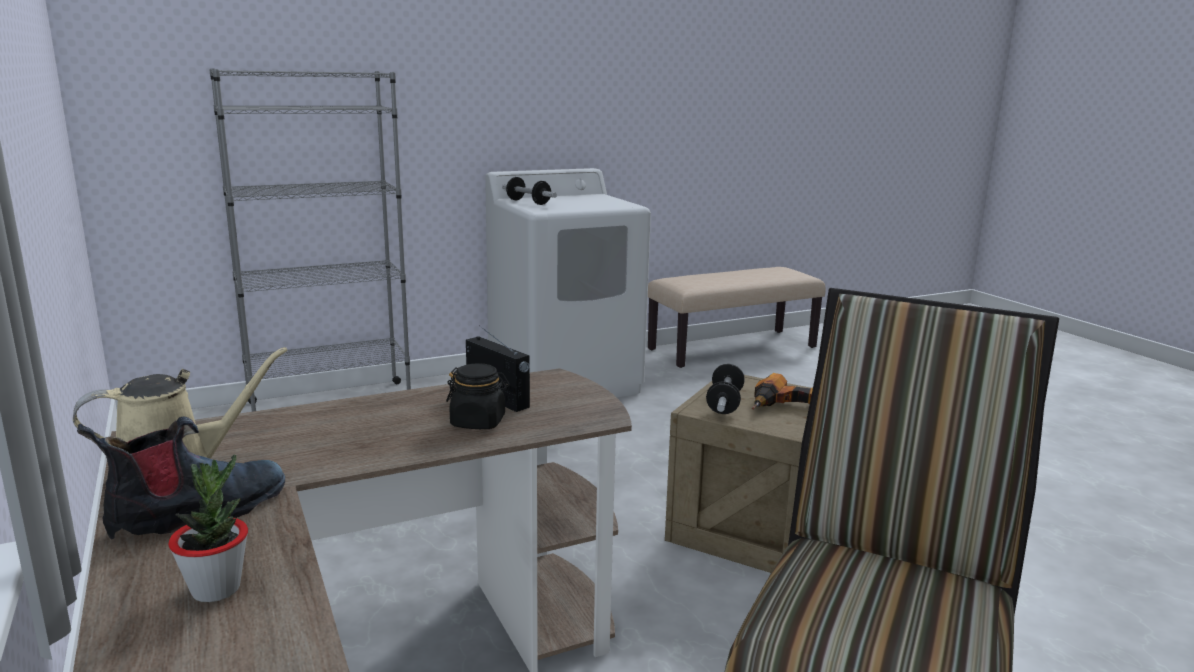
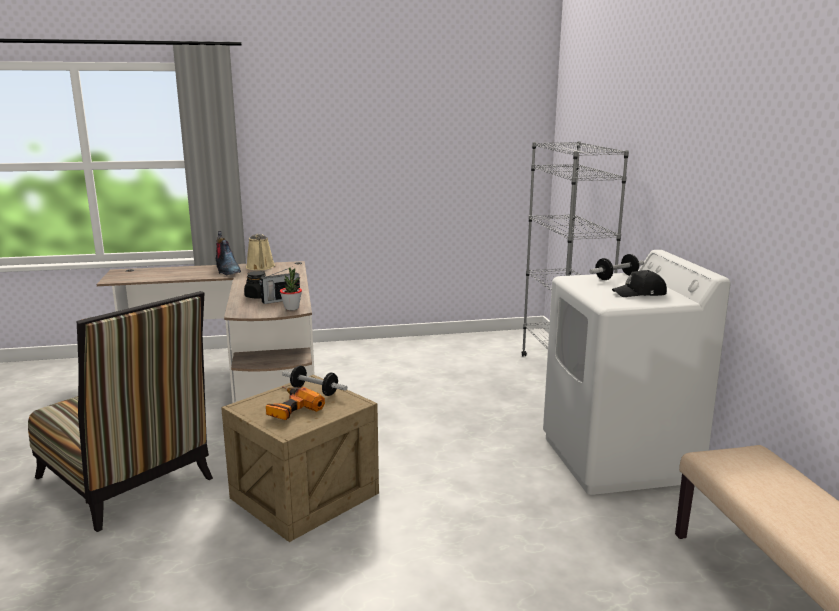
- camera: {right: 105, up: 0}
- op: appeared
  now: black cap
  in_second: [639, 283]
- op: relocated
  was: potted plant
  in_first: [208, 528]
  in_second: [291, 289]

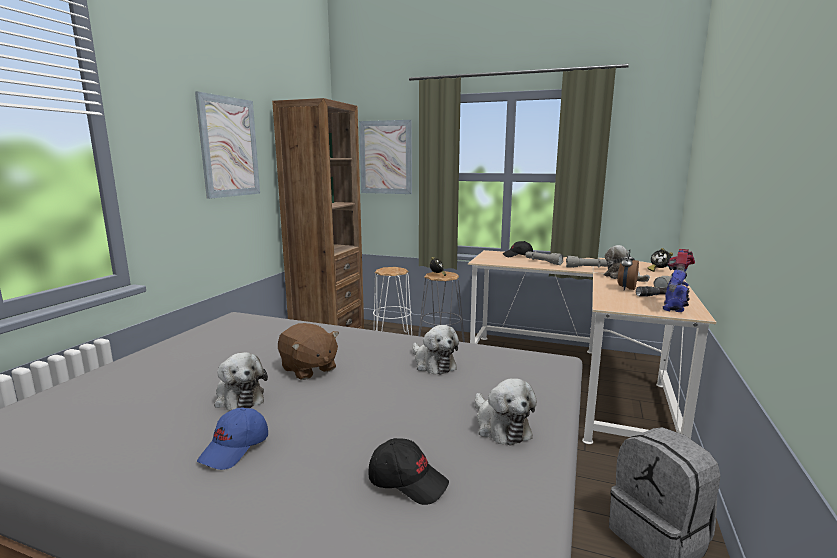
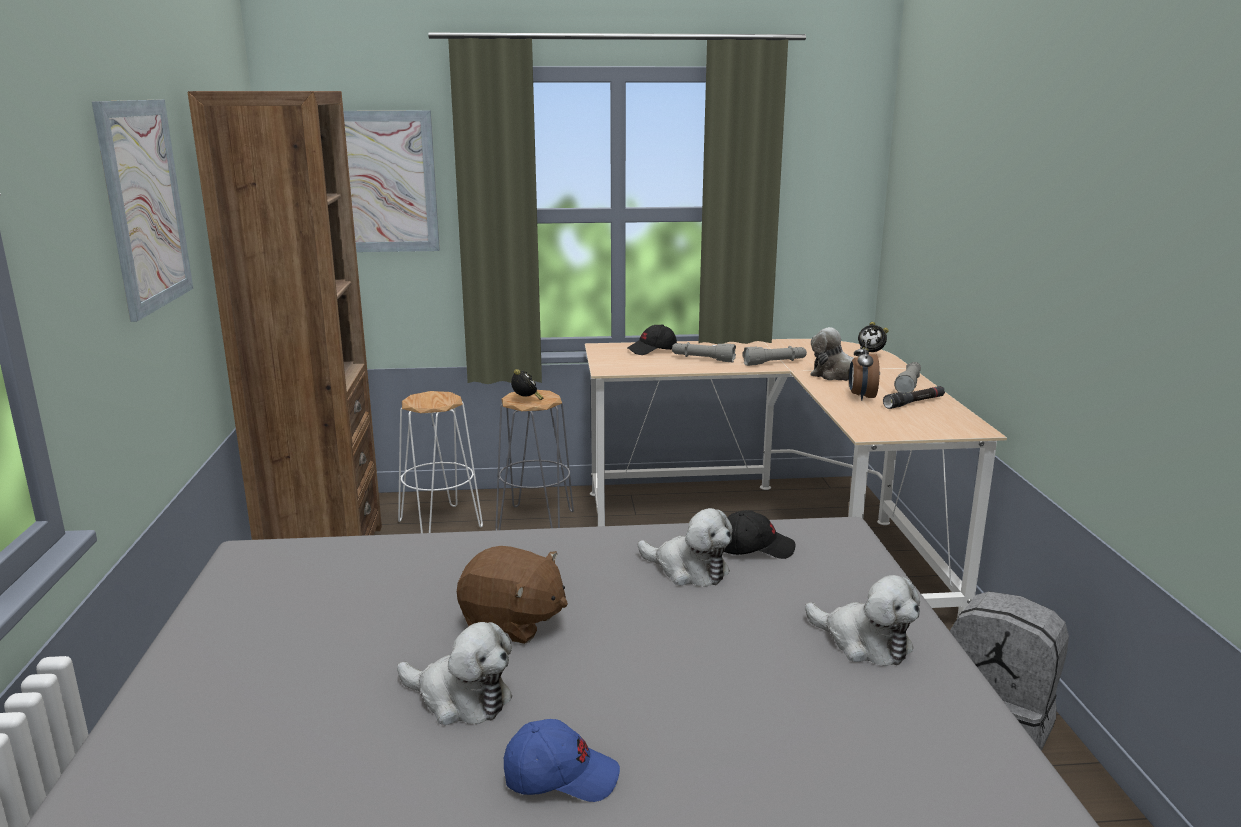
- camera: {right: -25, up: 5}
- op: missing
  was: toy robot
  in_first: [679, 280]
- op: relocated
  was: black cap
  in_first: [408, 471]
  in_second: [759, 534]
- op: spun
  was: blue cap
  in_first: [232, 438]
  in_second: [562, 760]
  clockwise: -90

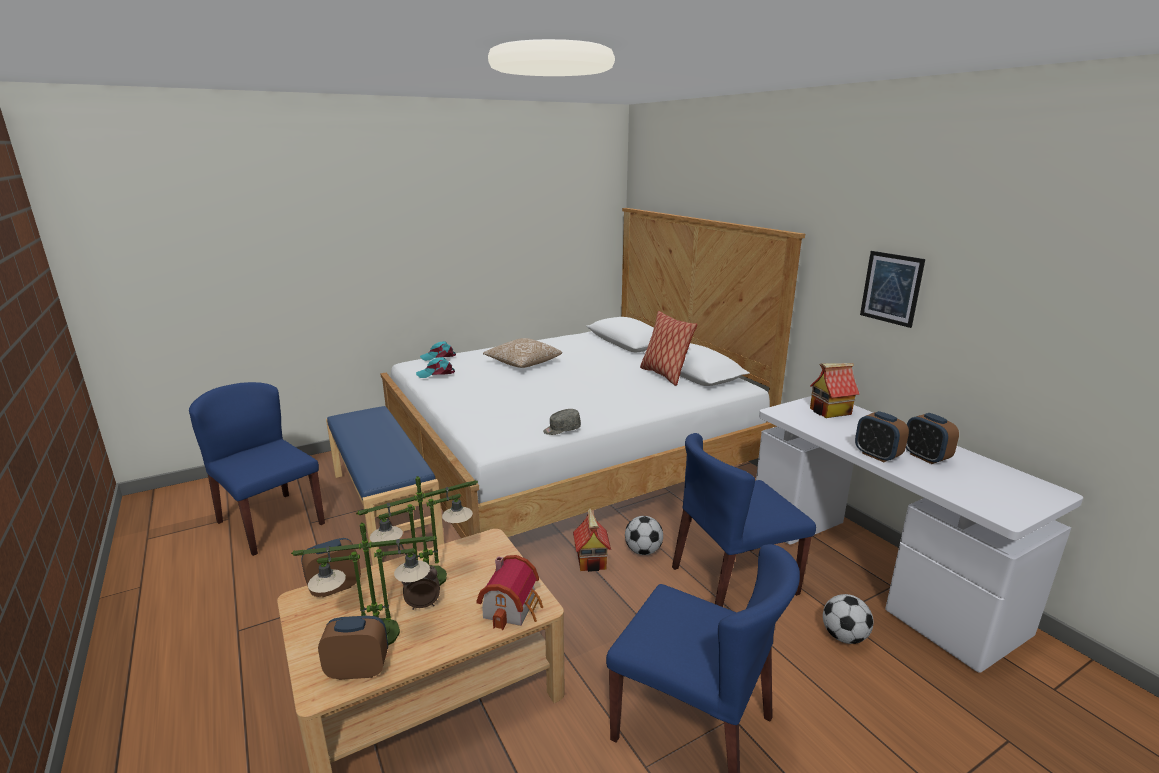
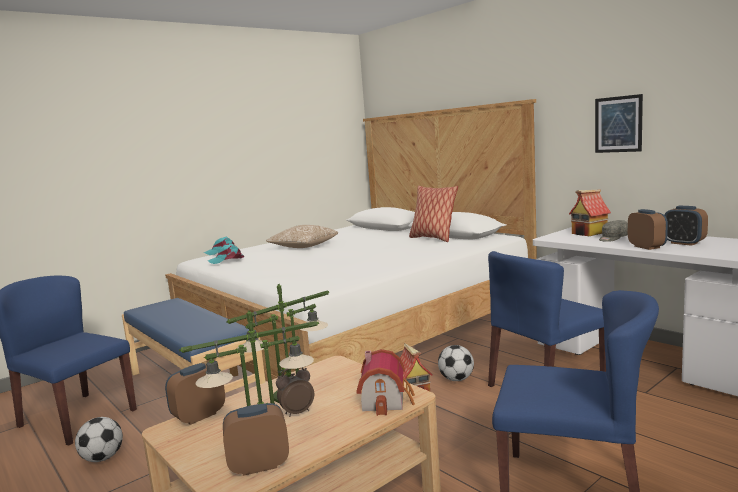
- camera: {right: -10, up: -10}
- op: relocated
  was: grey cap
  in_first: [562, 422]
  in_second: [613, 231]
- op: relocated
  was: football
  in_first: [848, 619]
  in_second: [99, 439]
- op: spun
  was: alarm clock
  in_first: [882, 436]
  in_second: [648, 229]
  clockwise: -150

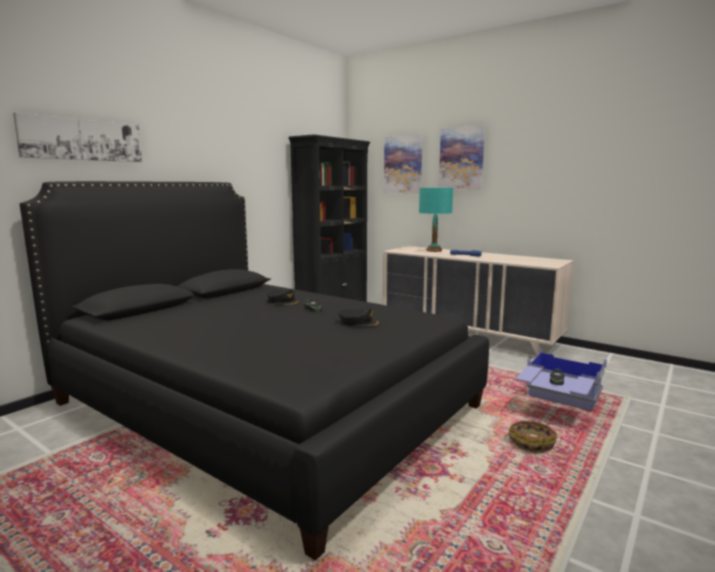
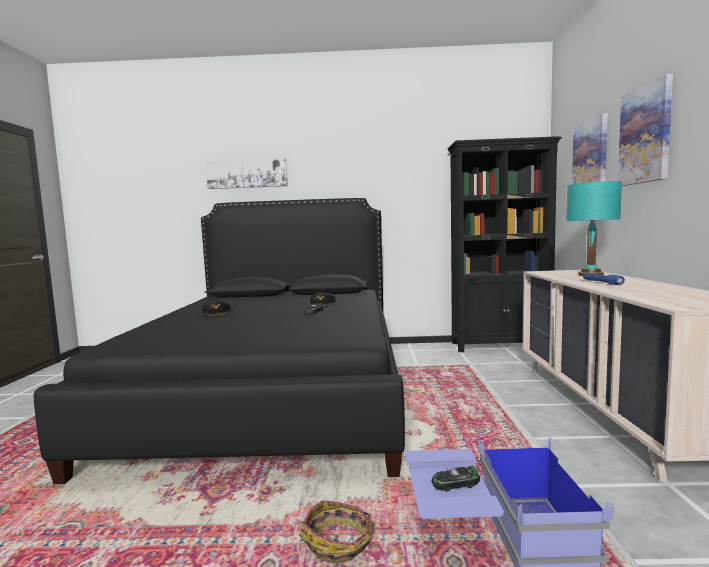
- camera: {right: 55, up: -5}
- op: relocated
  was: black cap
  in_first: [359, 317]
  in_second: [216, 308]

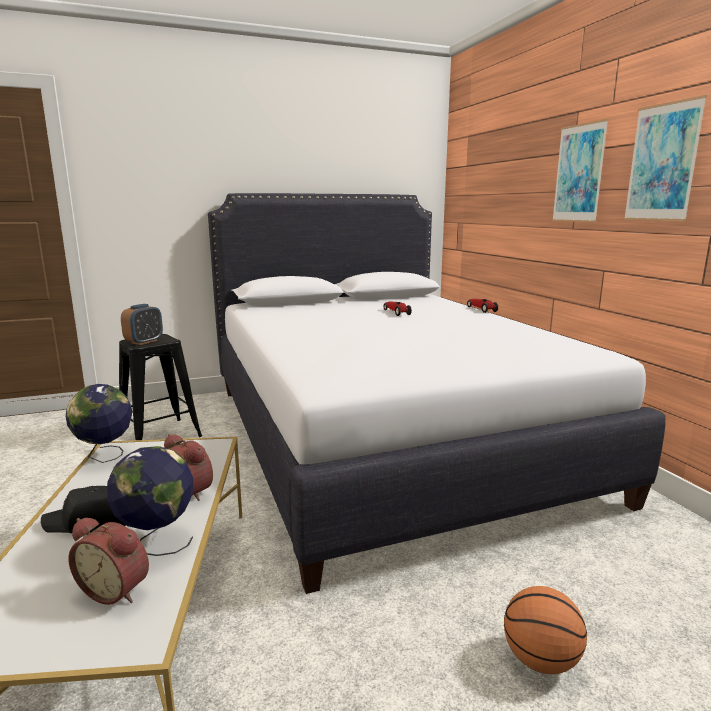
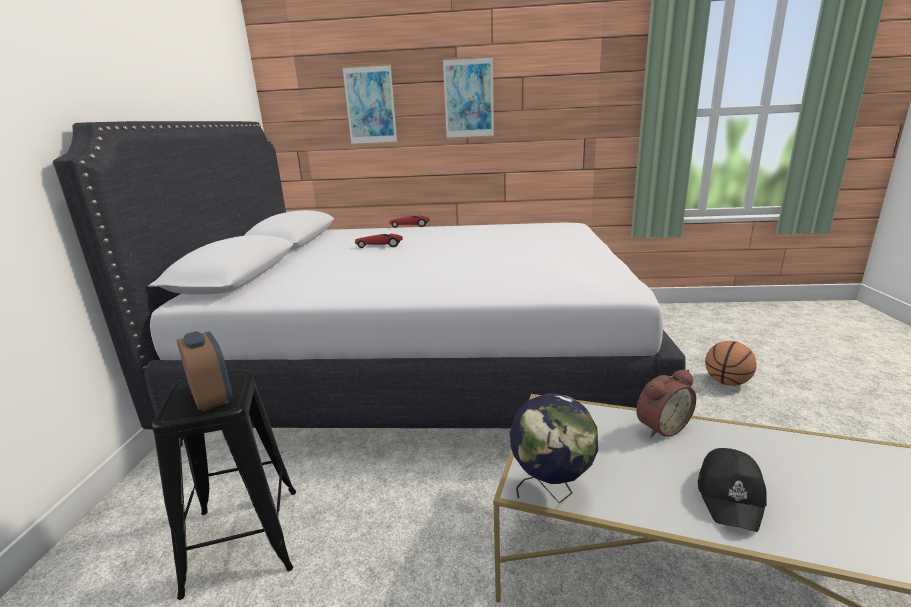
- camera: {right: -65, up: 5}
- op: missing
  was: alarm clock
  in_first: [109, 561]
- op: missing
  was: globe
  in_first: [150, 501]
- op: relocated
  was: picture
  in_first: [665, 158]
  in_second: [369, 104]

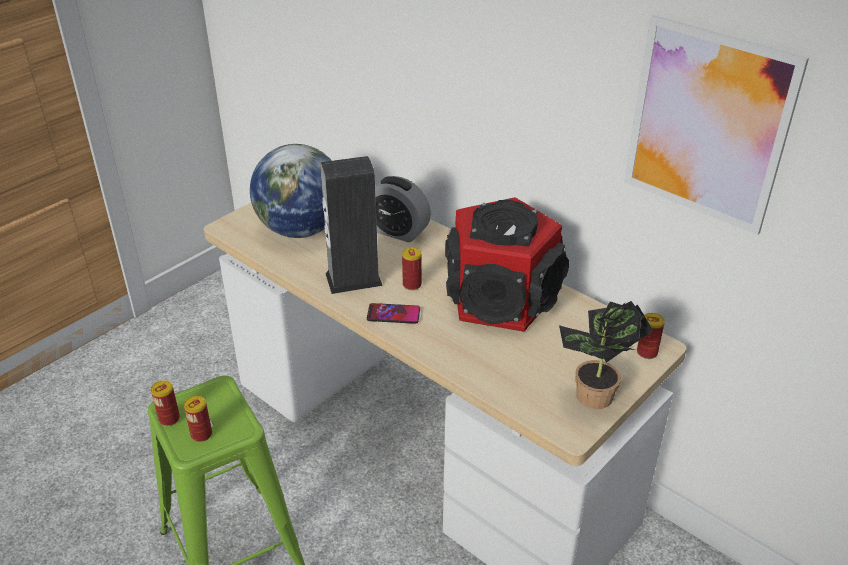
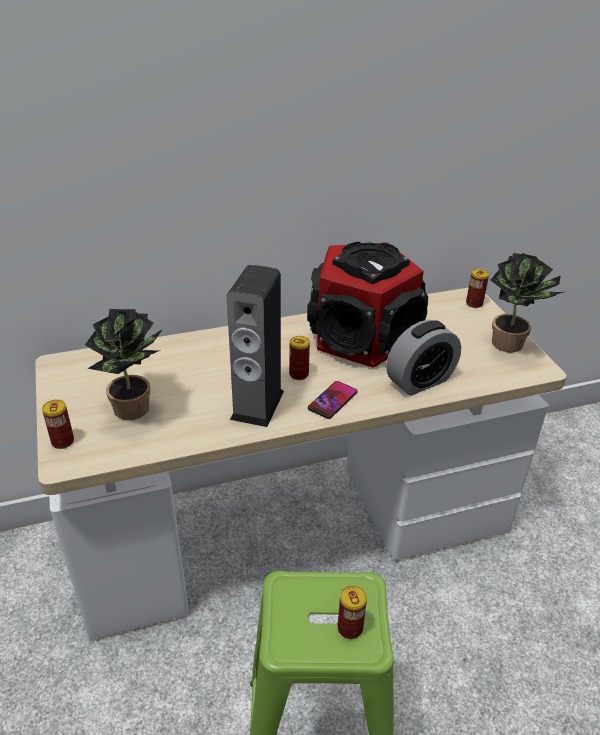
- camera: {right: -60, up: 0}
- op: missing
  was: picture
  in_first: [716, 125]
- op: relocated
  was: can
  in_first: [165, 403]
  in_second: [58, 424]
- op: relocated
  was: alarm clock
  in_first: [403, 209]
  in_second: [423, 358]
- op: exchanged
  was: globe
  now: potted plant
  in_first: [291, 191]
  in_second: [124, 364]

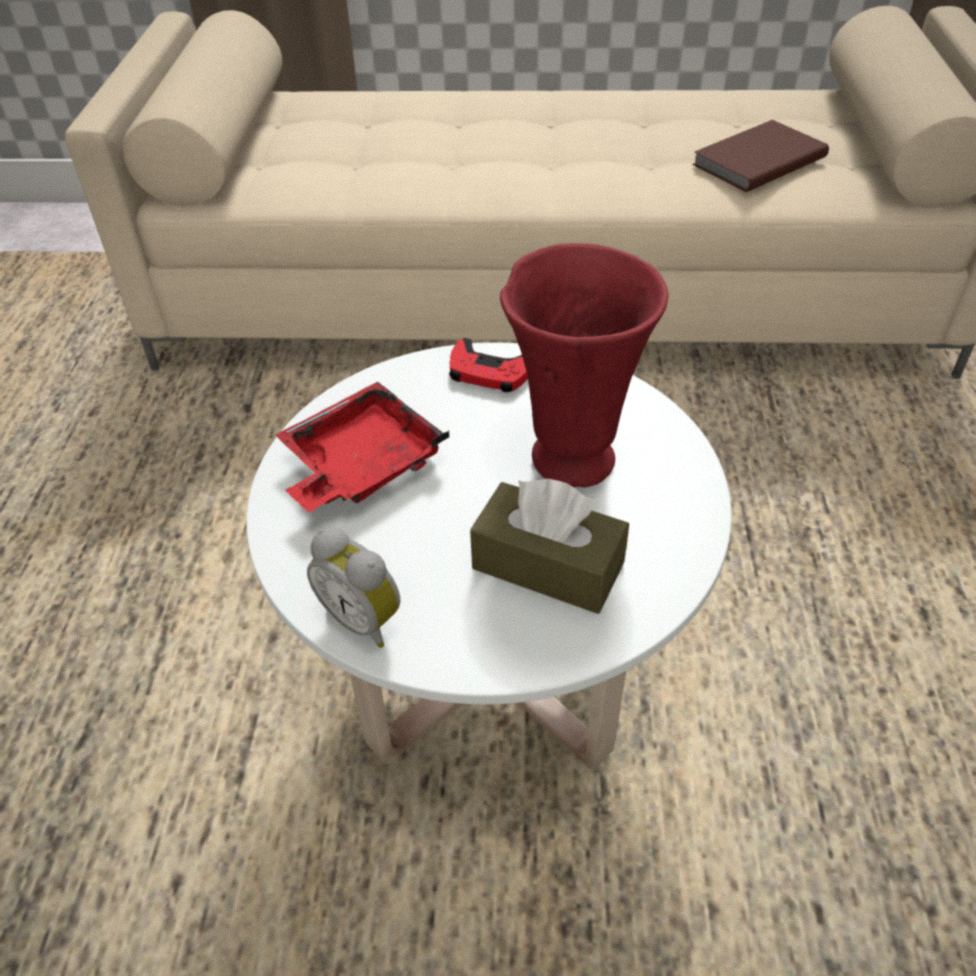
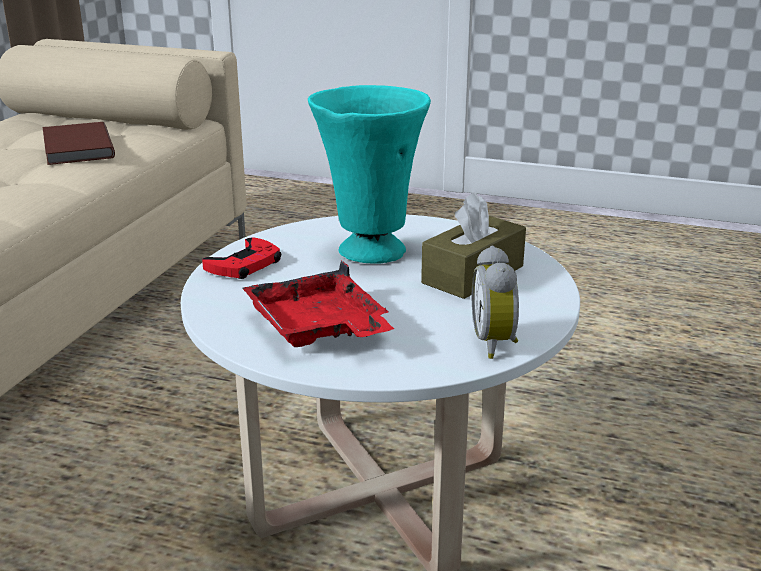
- camera: {right: -75, up: -20}
- op: colour
  was: red vase
  now: turquoise vase
  in_first: [584, 365]
  in_second: [369, 174]
- op: spun
  was: alarm clock
  in_first: [353, 588]
  in_second: [495, 302]
  clockwise: 120

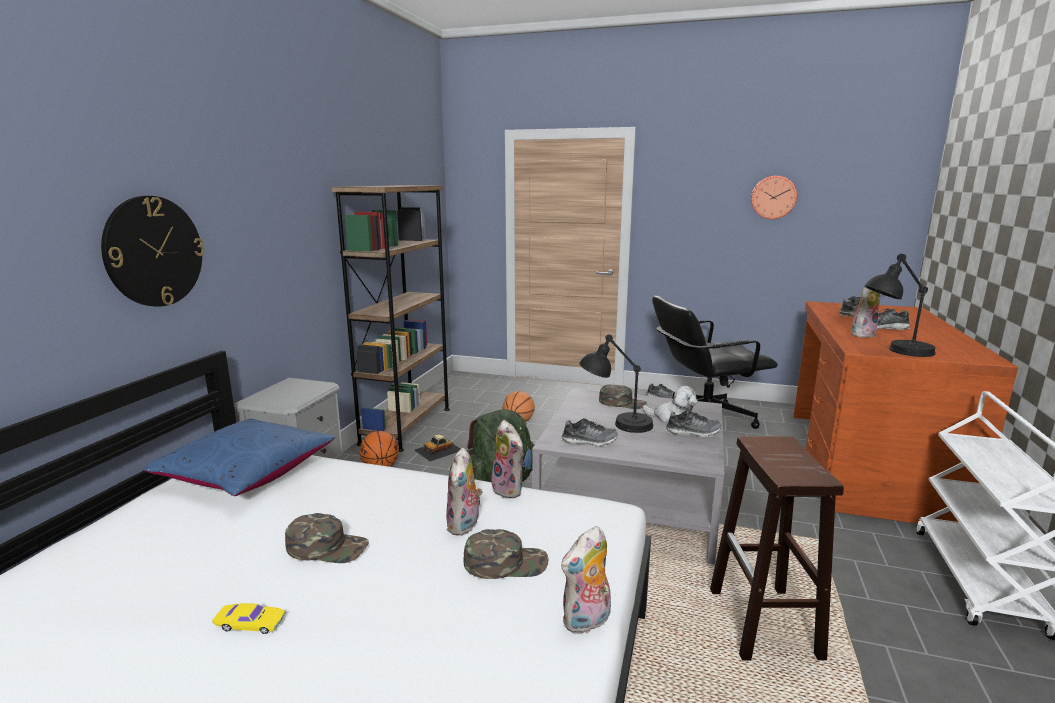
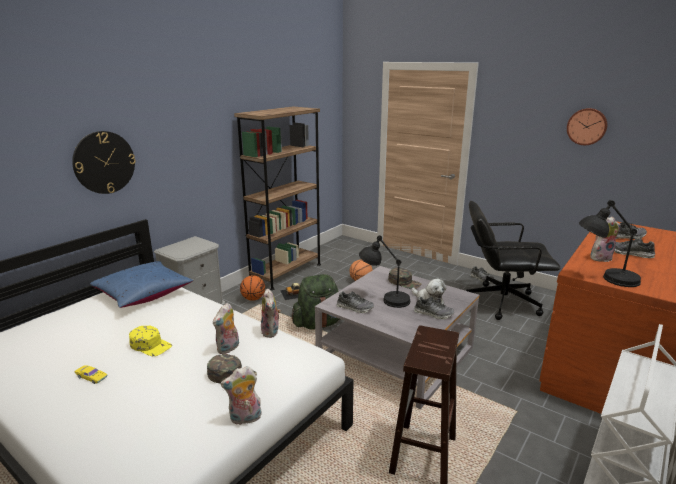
- camera: {right: 20, up: 5}
- op: colour
  was: green cap
  now: yellow cap
  in_first: [327, 538]
  in_second: [150, 341]

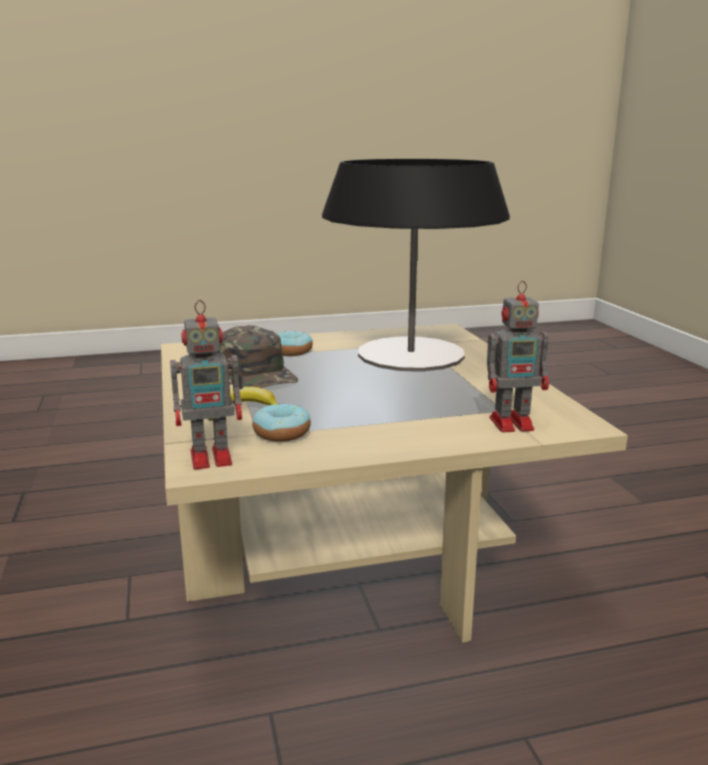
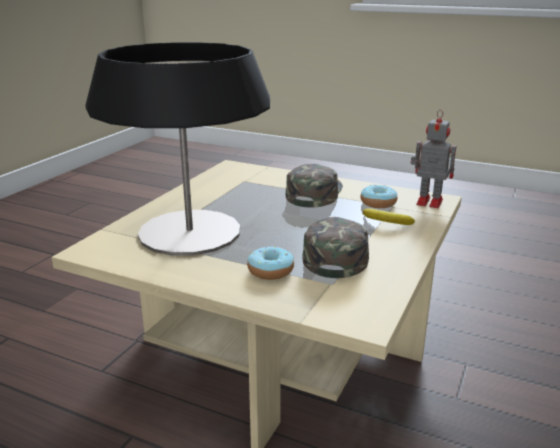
- camera: {right: -140, up: 5}
- op: missing
  was: toy robot
  in_first: [518, 357]
- op: appeared
  now: green cap
  in_second: [314, 186]

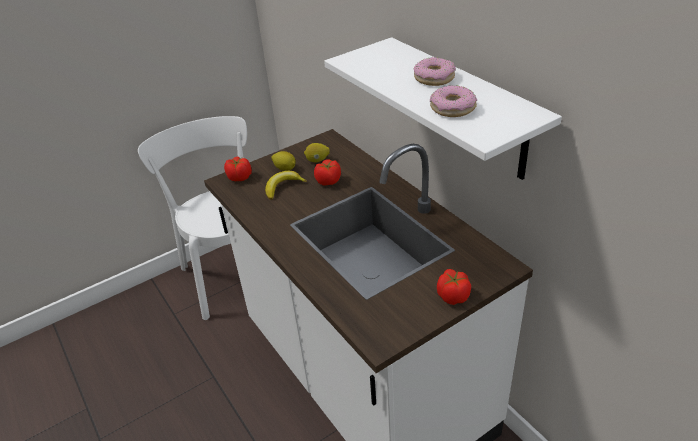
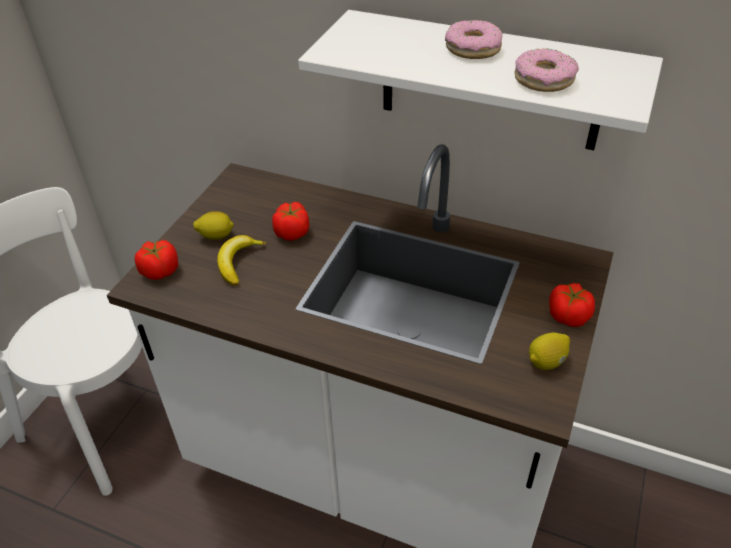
- camera: {right: -35, up: 5}
- op: relocated
  was: lemon
  in_first: [317, 152]
  in_second: [549, 351]

